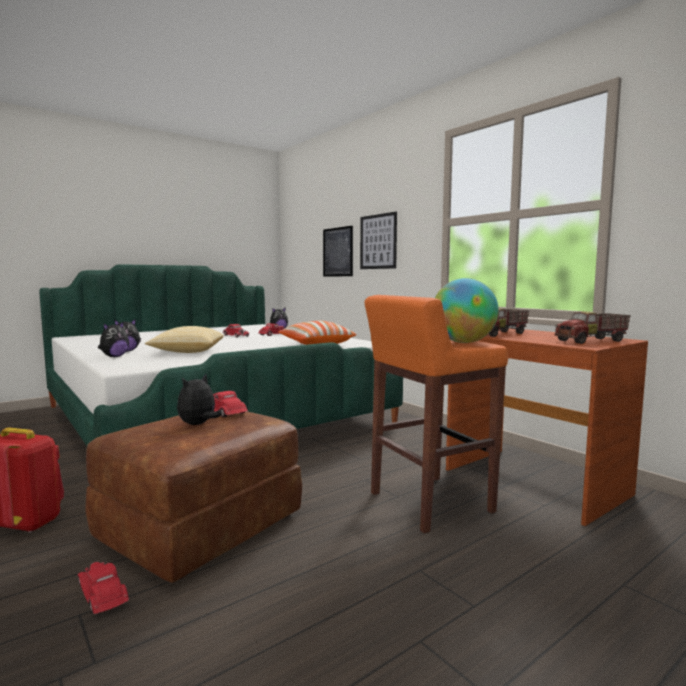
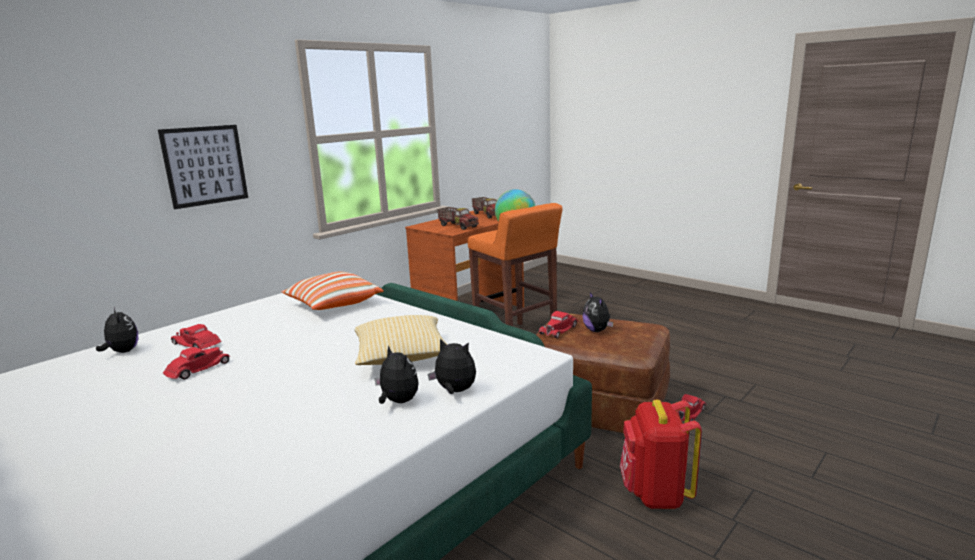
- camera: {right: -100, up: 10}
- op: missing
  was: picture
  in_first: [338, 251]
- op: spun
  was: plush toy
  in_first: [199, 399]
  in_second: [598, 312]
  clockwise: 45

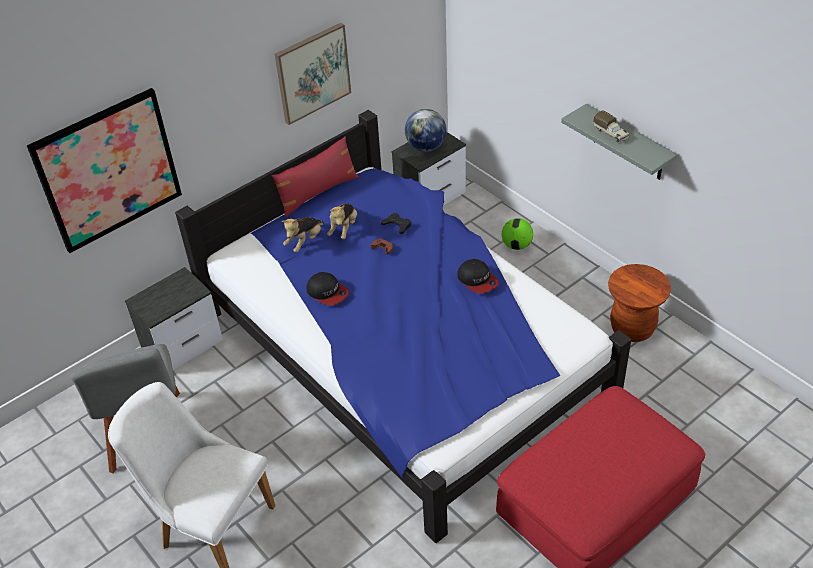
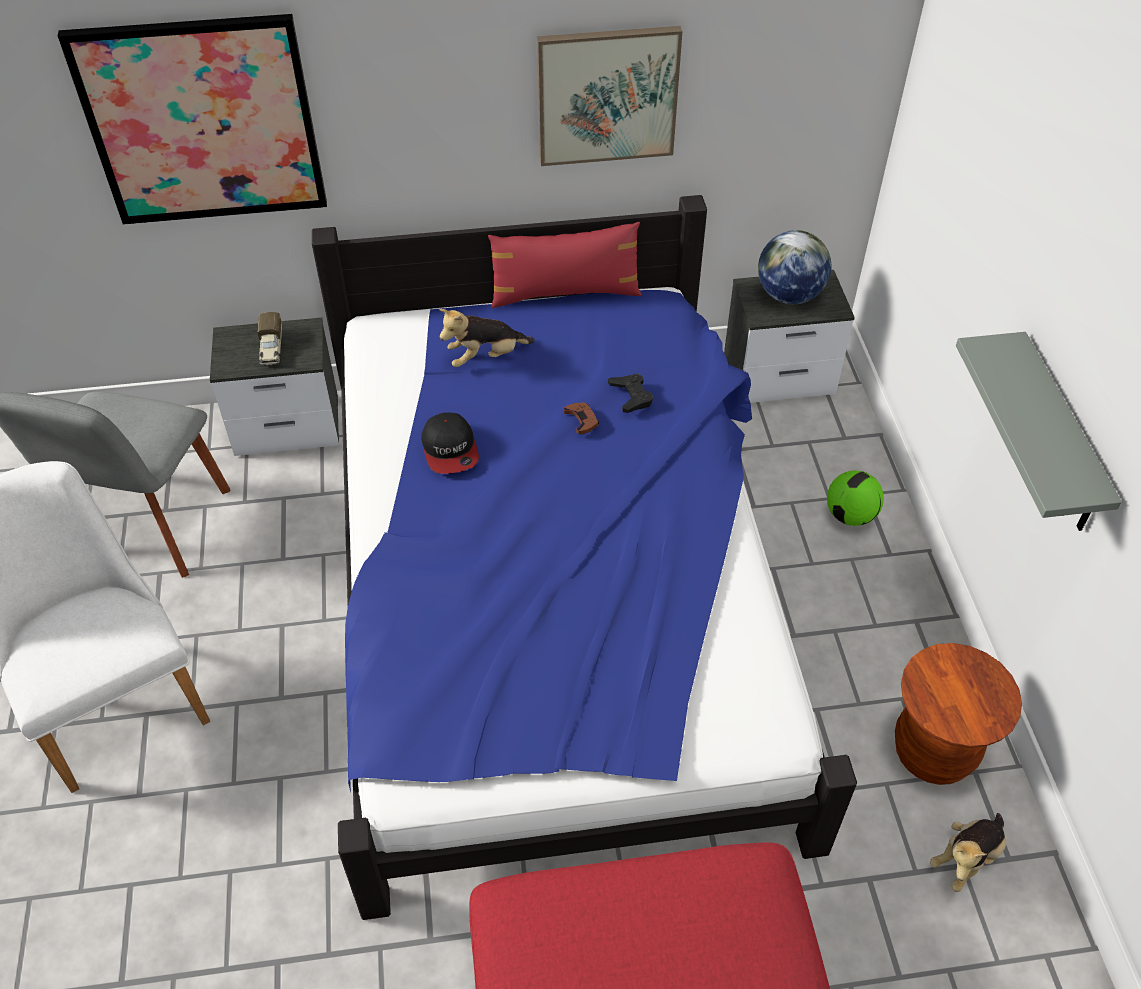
- camera: {right: 30, up: 5}
- op: missing
  was: cap
  in_first: [478, 276]
- op: relocated
  was: plush toy
  in_first: [342, 221]
  in_second: [968, 852]
- op: relocated
  was: toy truck
  in_first: [611, 126]
  in_second: [269, 338]

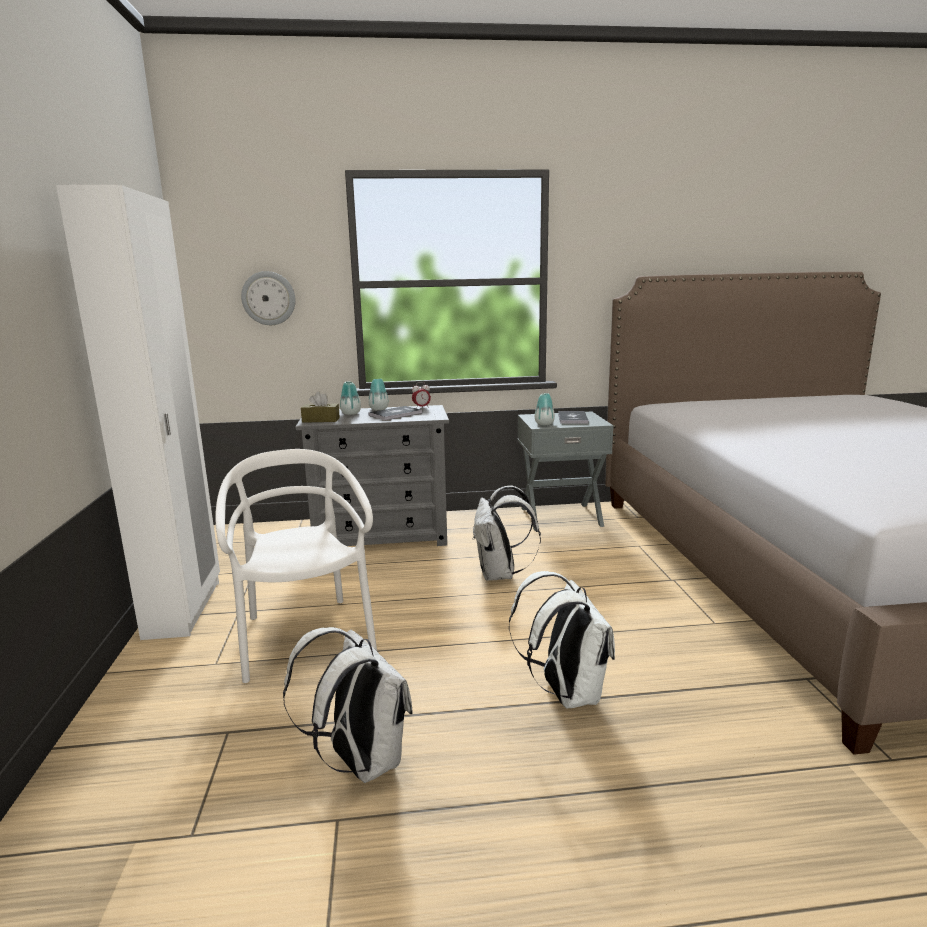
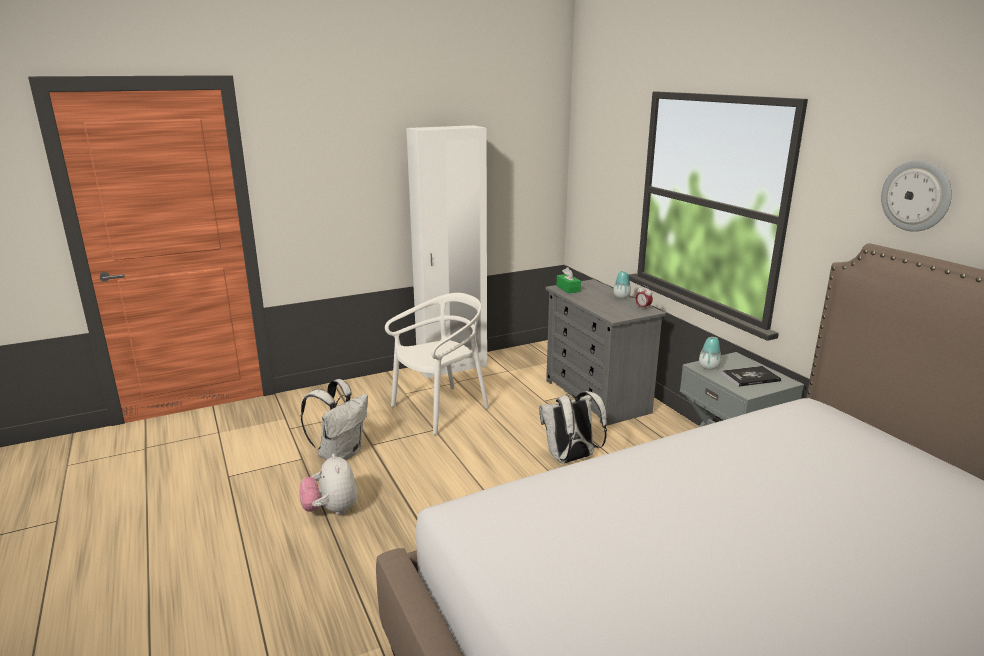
- camera: {right: 70, up: 5}
- op: missing
  was: vase
  in_first: [350, 398]
- op: missing
  was: book
  in_first: [395, 413]
- op: missing
  was: white backpack
  in_first: [562, 640]
- op: appeared
  now: plush toy
  in_second: [328, 484]
- op: relocated
  was: wall clock
  in_first: [268, 298]
  in_second: [916, 196]
- op: colour
  was: brown tissue box
  now: green tissue box
  in_first: [320, 407]
  in_second: [568, 280]

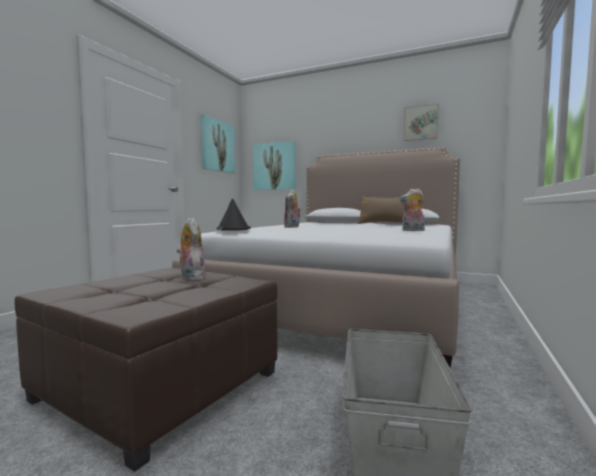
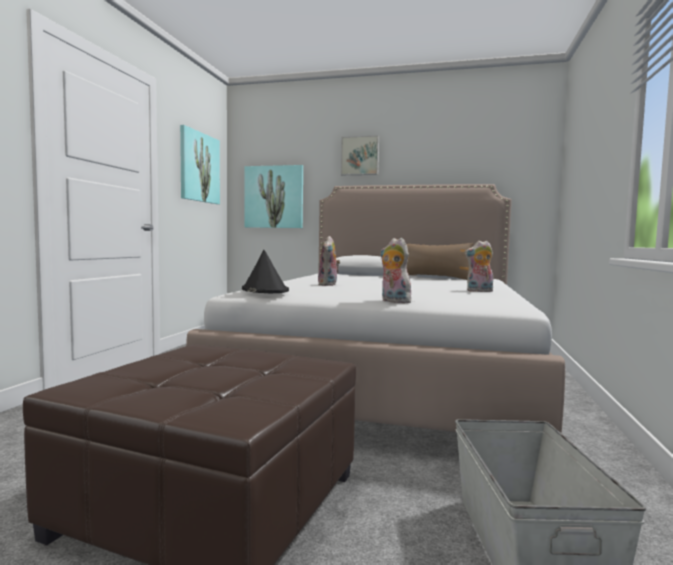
- camera: {right: -10, up: 0}
- op: relocated
  was: plush toy
  in_first: [191, 249]
  in_second: [395, 270]
- op: relocated
  was: picture
  in_first: [421, 122]
  in_second: [360, 155]

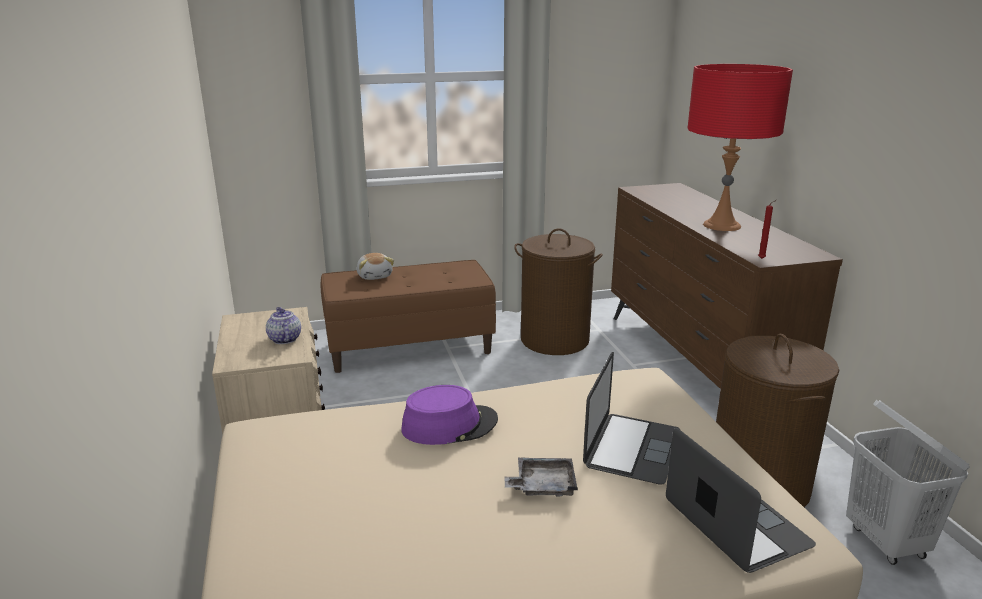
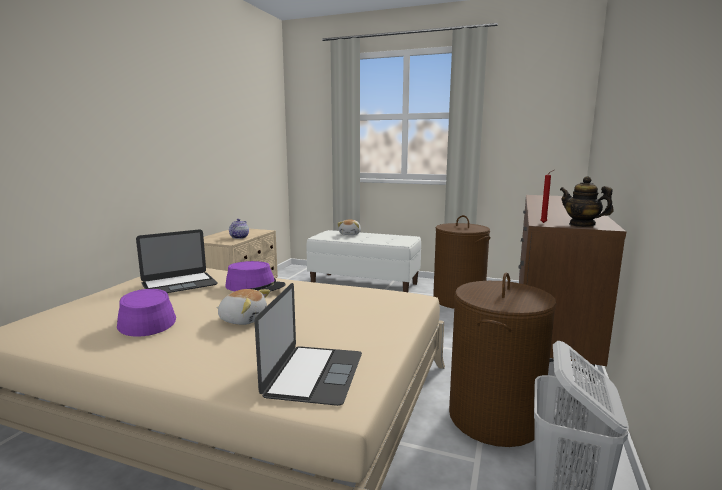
- camera: {right: 35, up: -10}
- op: missing
  was: red table lamp
  in_first: [740, 147]
- op: appeared
  now: purple hat
  in_second: [146, 313]
- op: appeared
  now: teapot
  in_second: [587, 201]
- op: relocated
  was: laptop
  in_first: [631, 418]
  in_second: [177, 261]
- op: exchanged
  was: grey tray
  now: plush toy
  in_first: [541, 477]
  in_second: [243, 307]
- op: colour
  was: brown bench
  now: white bench
  in_first: [408, 316]
  in_second: [363, 261]

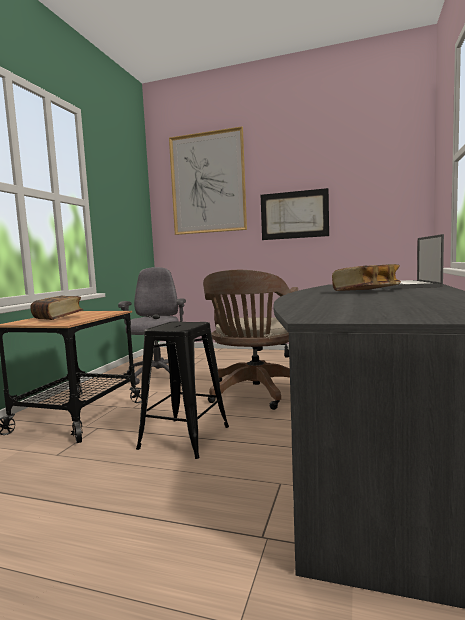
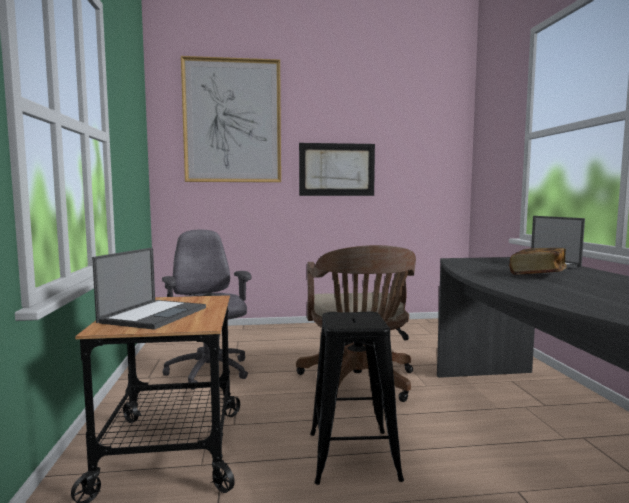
- camera: {right: -25, up: 0}
- op: exchanged
  was: book
  now: laptop
  in_first: [56, 308]
  in_second: [149, 288]

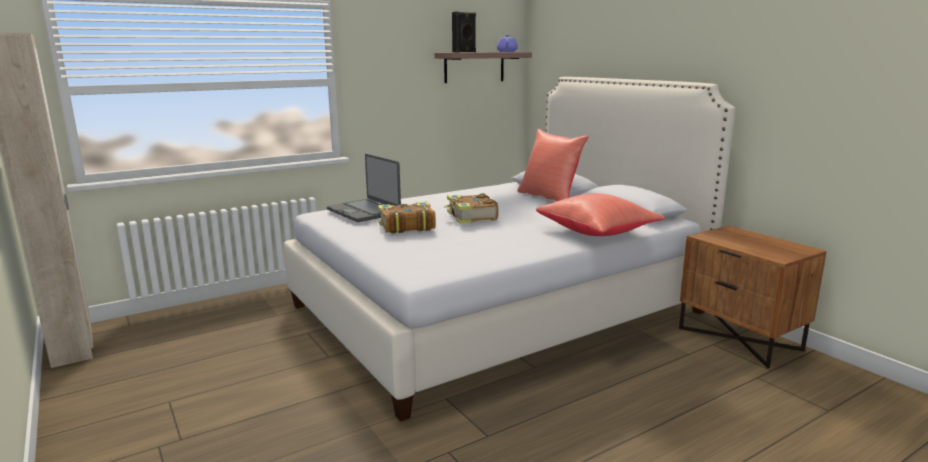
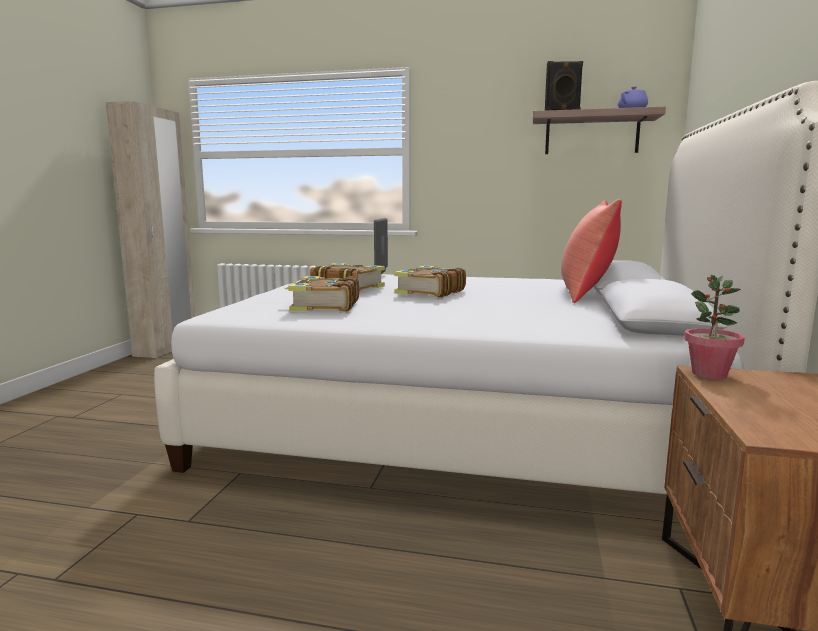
- camera: {right: 45, up: -5}
- op: missing
  was: red pillow
  in_first: [600, 214]
- op: appeared
  now: book
  in_second: [322, 294]
- op: appeared
  now: potted plant
  in_second: [714, 327]

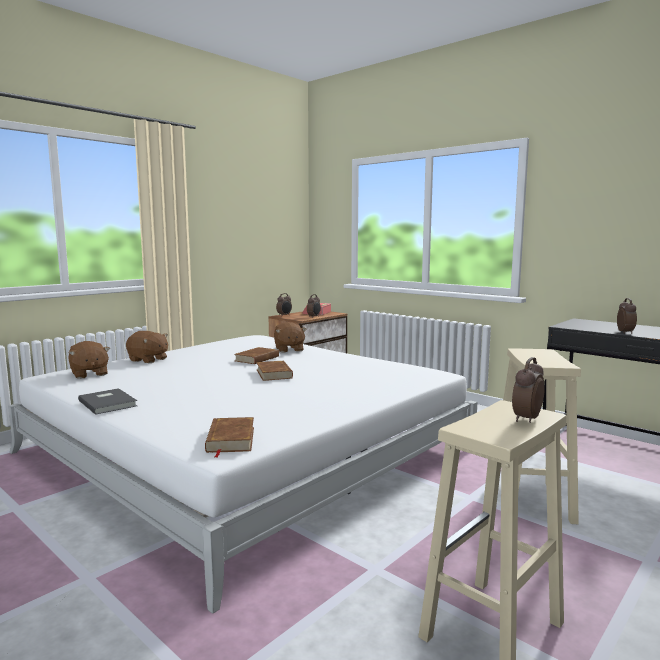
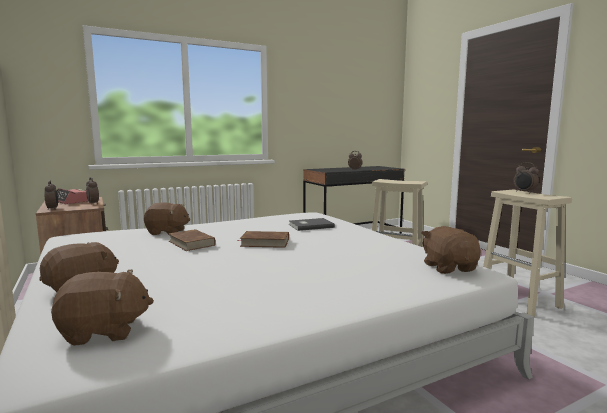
- camera: {right: -70, up: 0}
- op: relocated
  was: grey book
  in_first: [107, 401]
  in_second: [312, 224]
- op: exchanged
  was: brown book
  now: brown plush toy
  in_first: [229, 437]
  in_second: [451, 250]

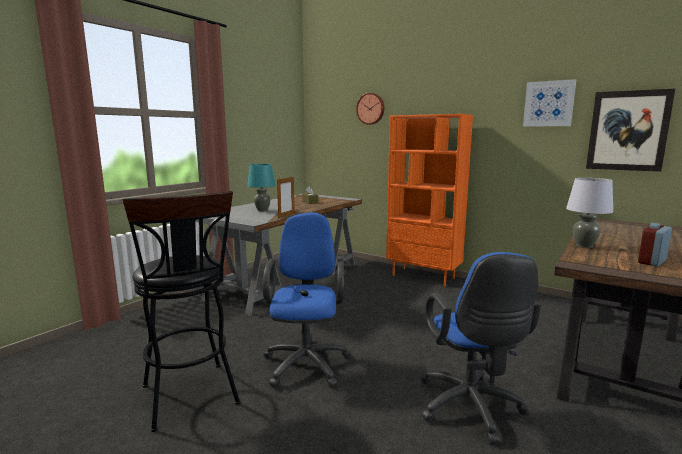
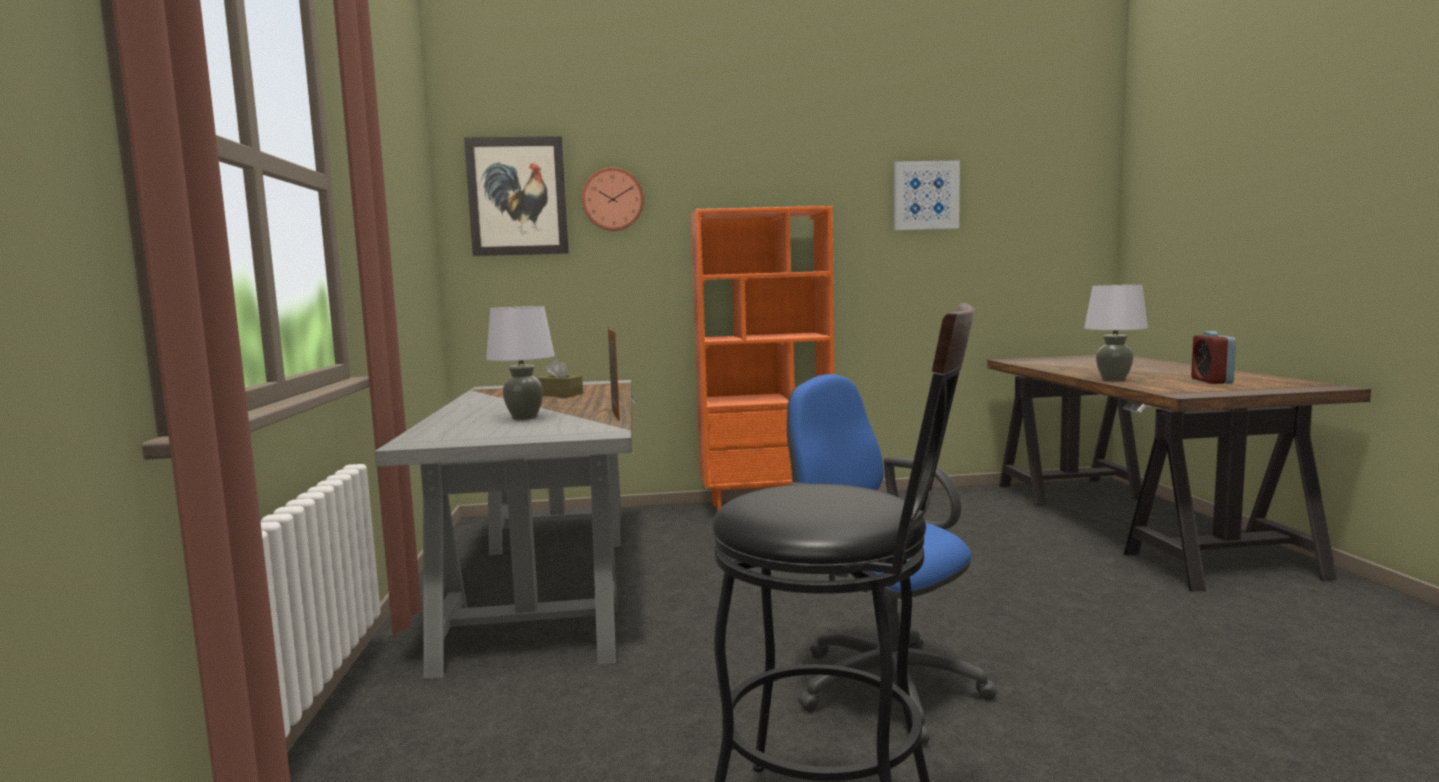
- camera: {right: -40, up: -5}
- op: missing
  was: blue office chair
  in_first: [480, 348]
- op: relocated
  was: picture
  in_first: [630, 130]
  in_second: [516, 196]
- op: colour
  was: turquoise table lamp
  now: grey table lamp
  in_first: [261, 188]
  in_second: [520, 363]

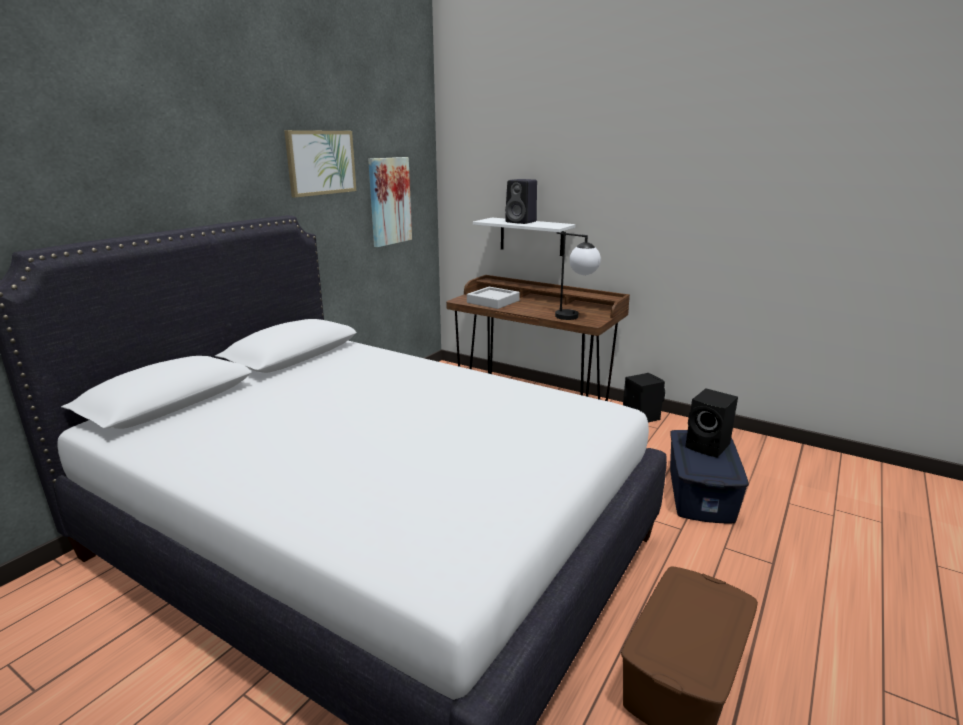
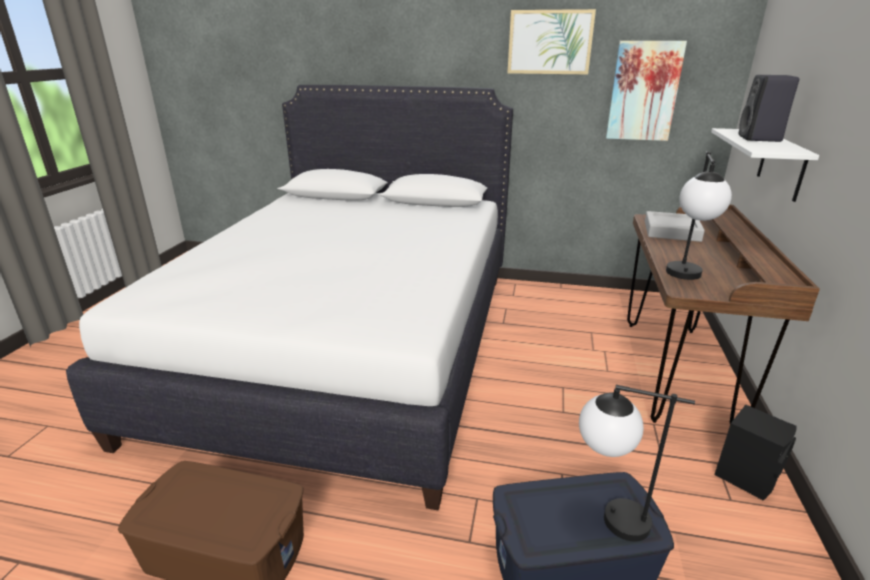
- camera: {right: 70, up: 5}
- op: exchanged
  was: black speaker
  now: table lamp
  in_first: [711, 423]
  in_second: [637, 463]

